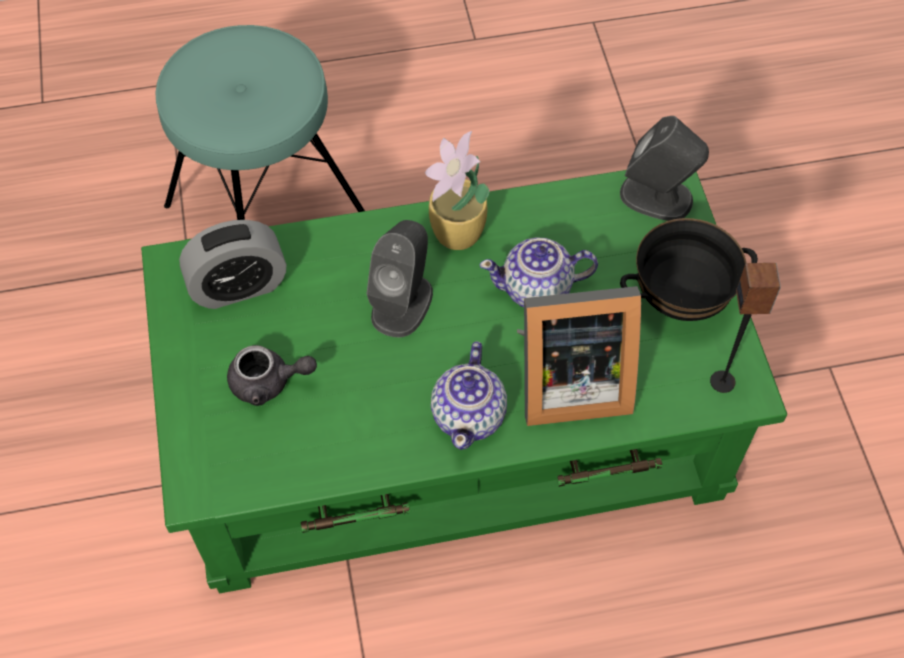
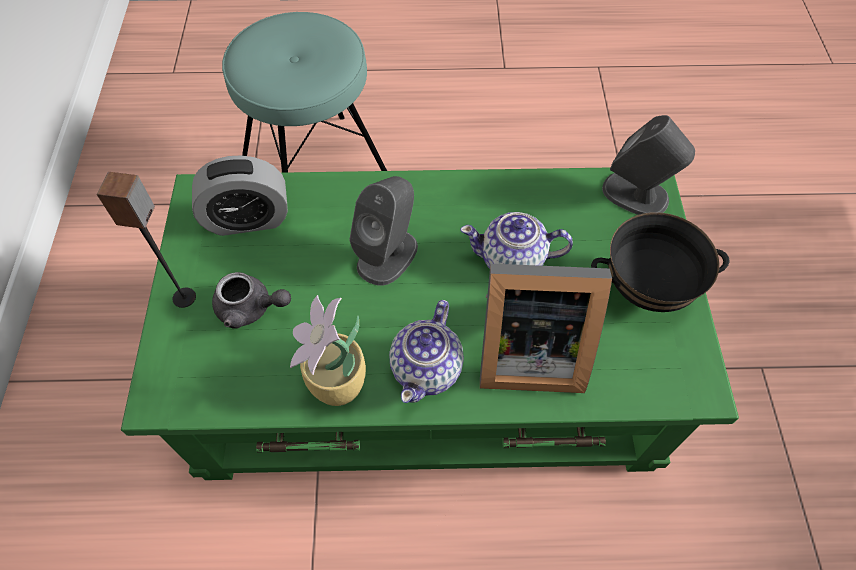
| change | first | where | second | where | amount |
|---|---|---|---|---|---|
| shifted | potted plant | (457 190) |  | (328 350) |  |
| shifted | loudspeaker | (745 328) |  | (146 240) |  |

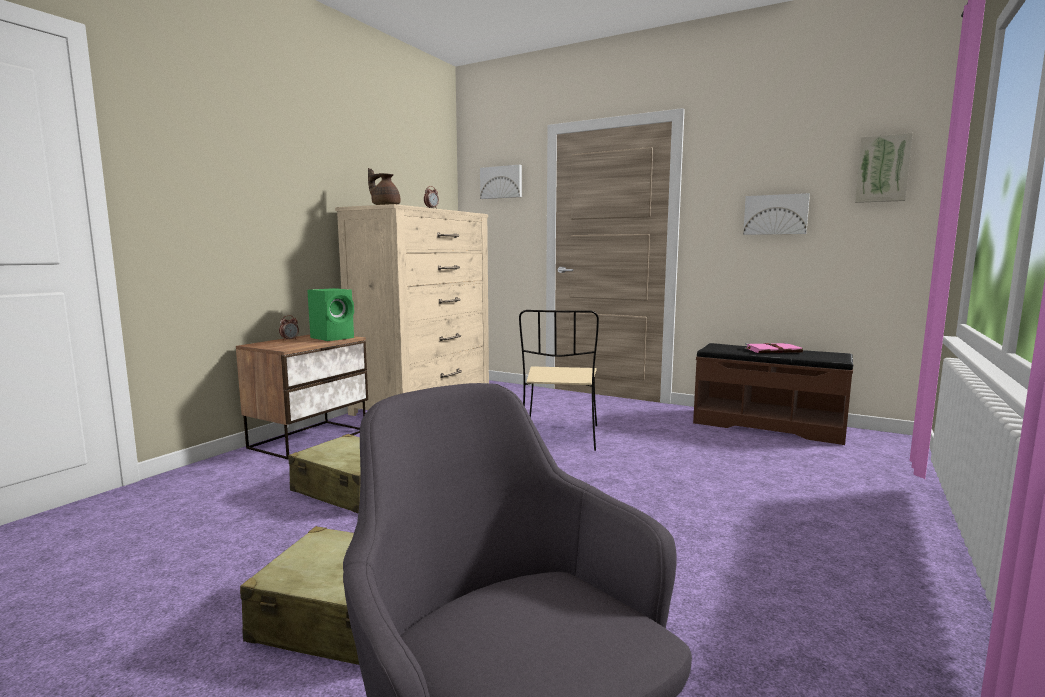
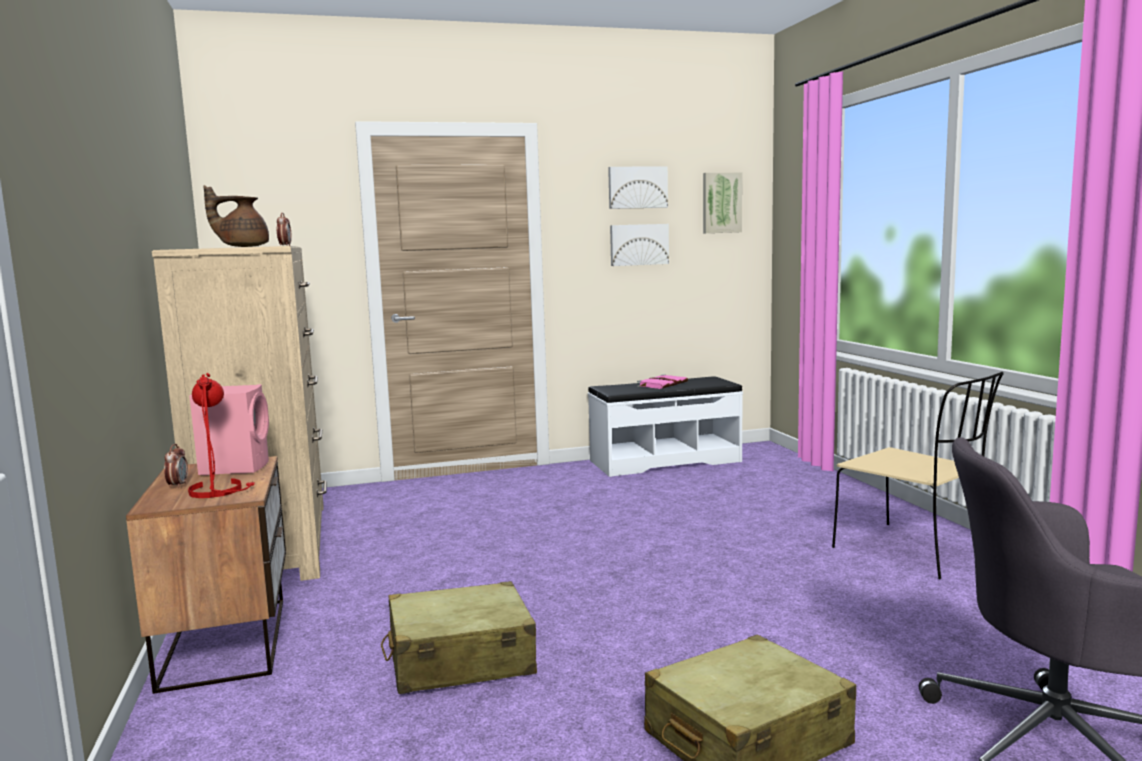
| change | first | where | second | where | amount |
|---|---|---|---|---|---|
| repainted | green-coloured loudspeaker | (330 314) | pink loudspeaker | (229 429) |  |
| shifted | picture | (501 182) |  | (638 187) |  |
| shifted | sand-coloured chair | (559 380) |  | (918 475) |  |
| repainted | brown bench | (773 394) | whitish bench | (665 426) |  |
| new |  |  | reddish table lamp | (221 435) |  |

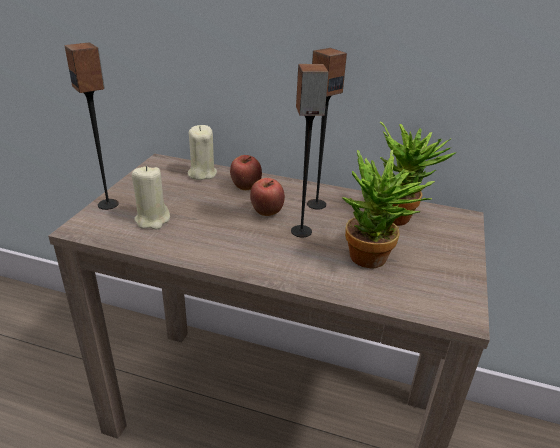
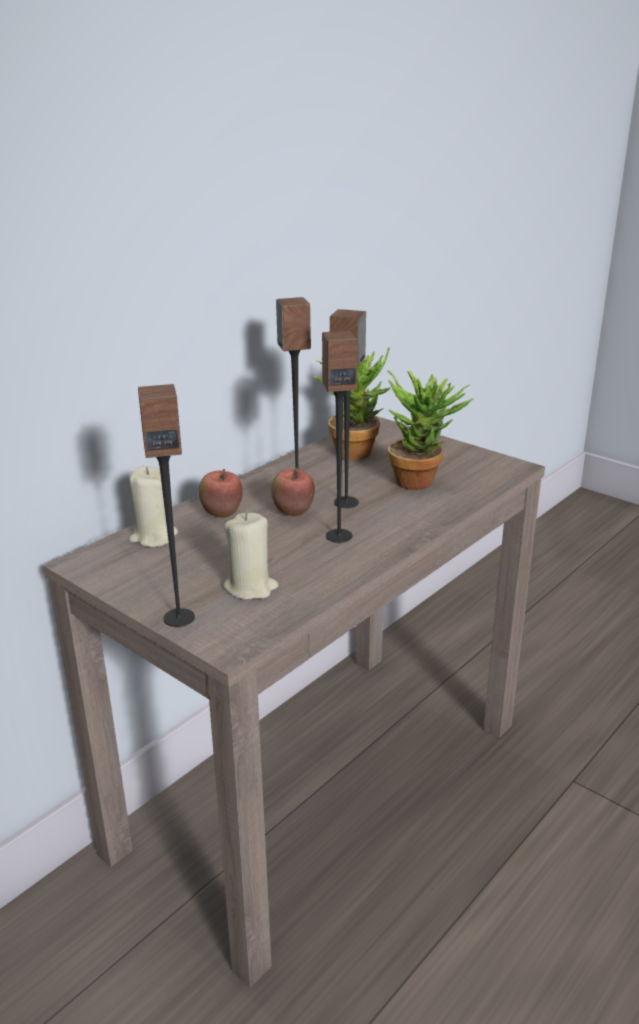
| change | first | where | second | where | amount |
|---|---|---|---|---|---|
| new |  |  | loudspeaker | (340 437) |  |

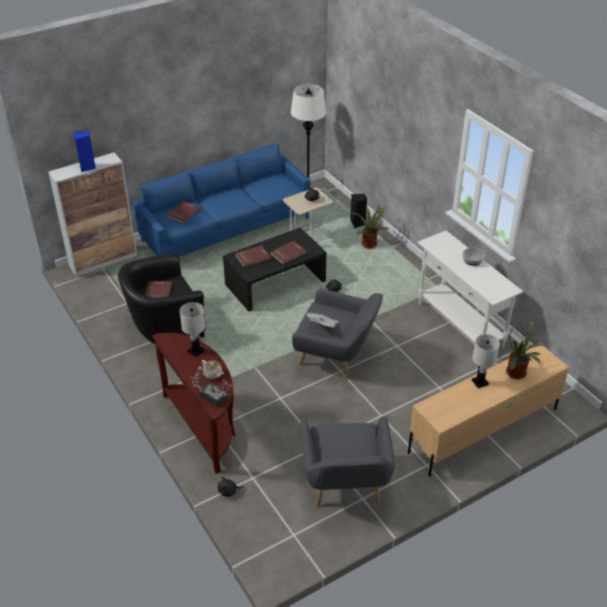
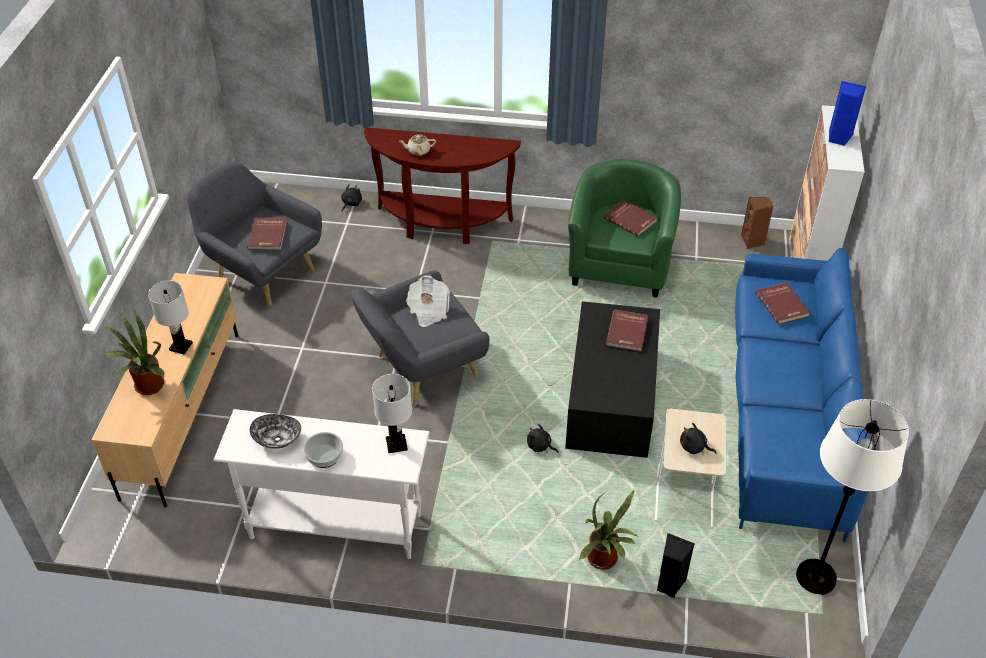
| change | first | where | second | where | amount |
|---|---|---|---|---|---|
| repainted | blackish lounge chair | (162 299) | green-coloured lounge chair | (624 228) |  |
| shifted | whitish table lamp | (193 329) |  | (392 413) |  |
| gone | potted plant | (211 384) |  |  |  |
| shifted | reddish book | (289 253) |  | (267 234) |  |
| new |  |  | bowl | (275 431) |  |
| new |  |  | brown loudspeaker | (757 223) |  |

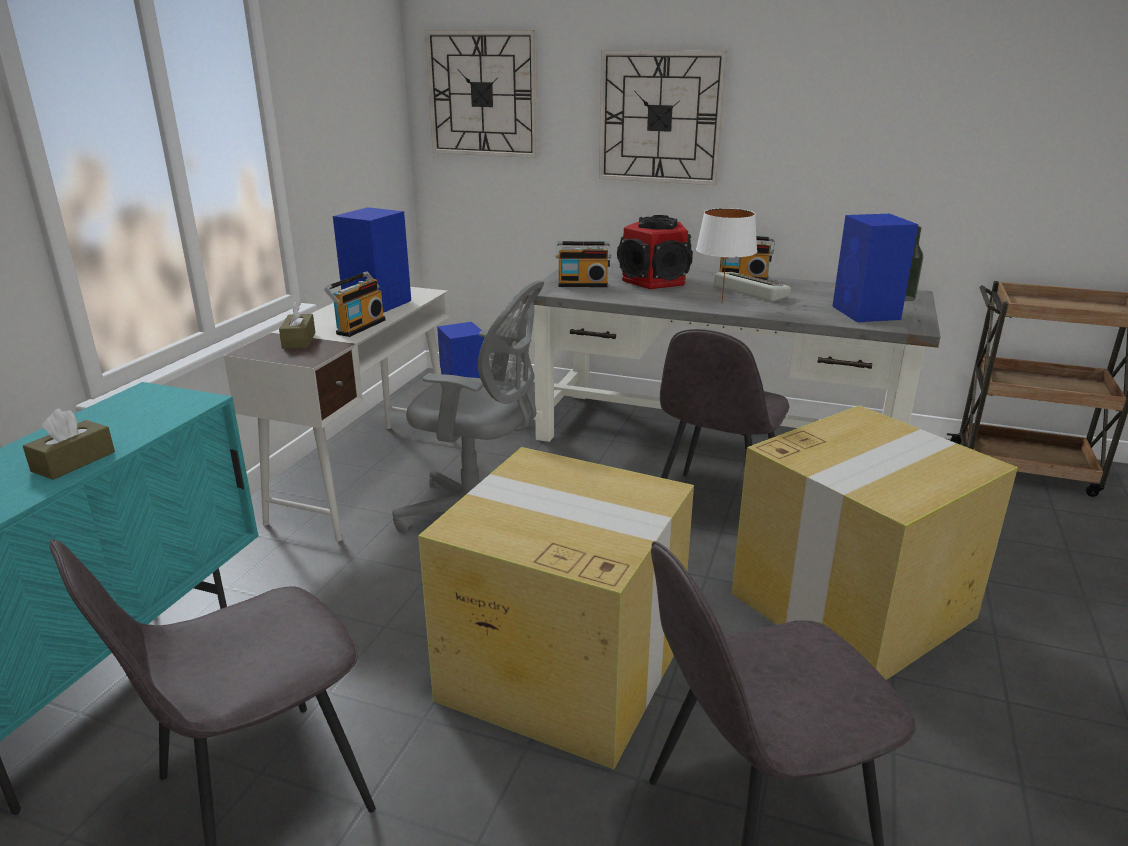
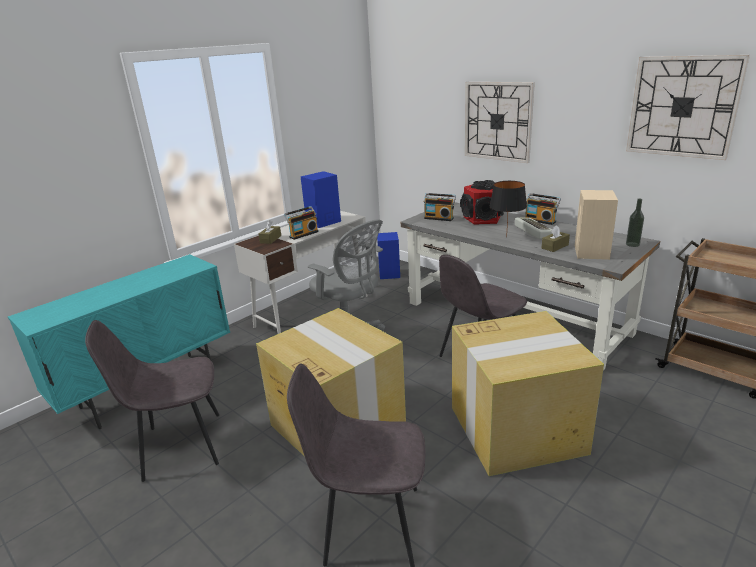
| change | first | where | second | where | amount |
|---|---|---|---|---|---|
| shifted | brown box of tissues | (69 444) |  | (556 238) |  |
| shifted | wall clock | (481 94) |  | (688 107) |  |
| repainted | whitish table lamp | (726 255) | blackish table lamp | (508 209) |  |
| repainted | bluish loudspeaker | (875 268) | sand-coloured loudspeaker | (596 225) |  |

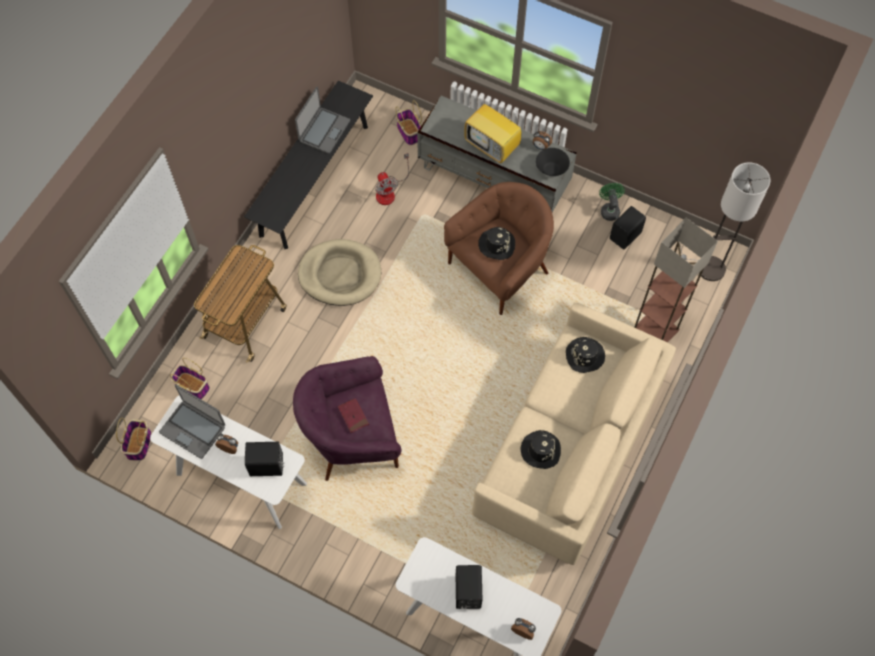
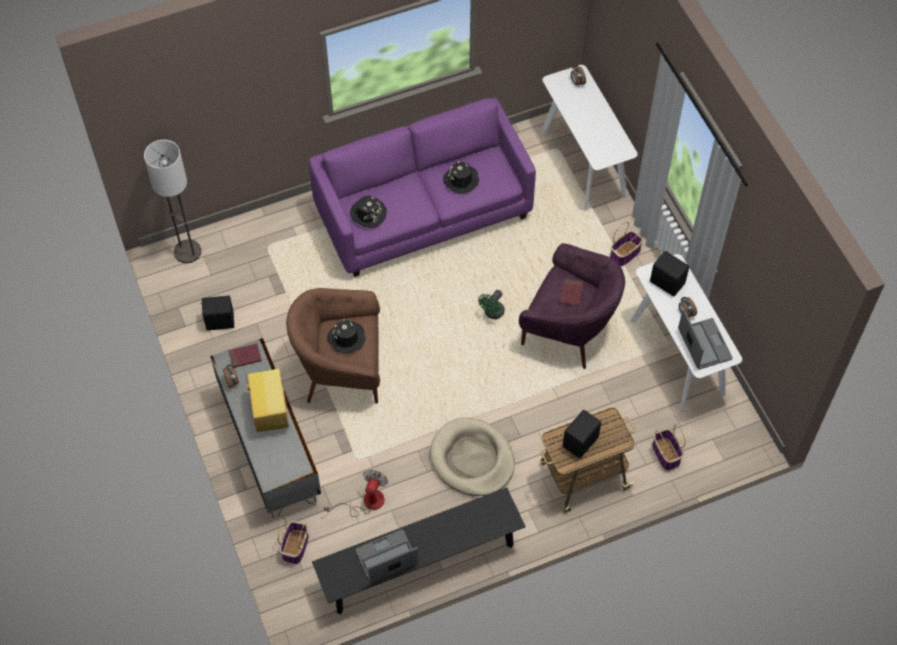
| change | first | where | second | where | amount |
|---|---|---|---|---|---|
| shifted | storage basket | (133 439) |  | (626 244) |  |
| shifted | blackish loudspeaker | (469 587) |  | (582 434) |  |
| repainted | sand-coloured sofa | (574 434) | purple sofa | (422 187) |  |
| swapped | blackish bowl | (553 162) | reddish book | (245 355) |  |
| shifted | green-coloured cooling fan | (612 202) |  | (491 304) |  |
| gone | standard lamp | (676 280) |  |  |  |

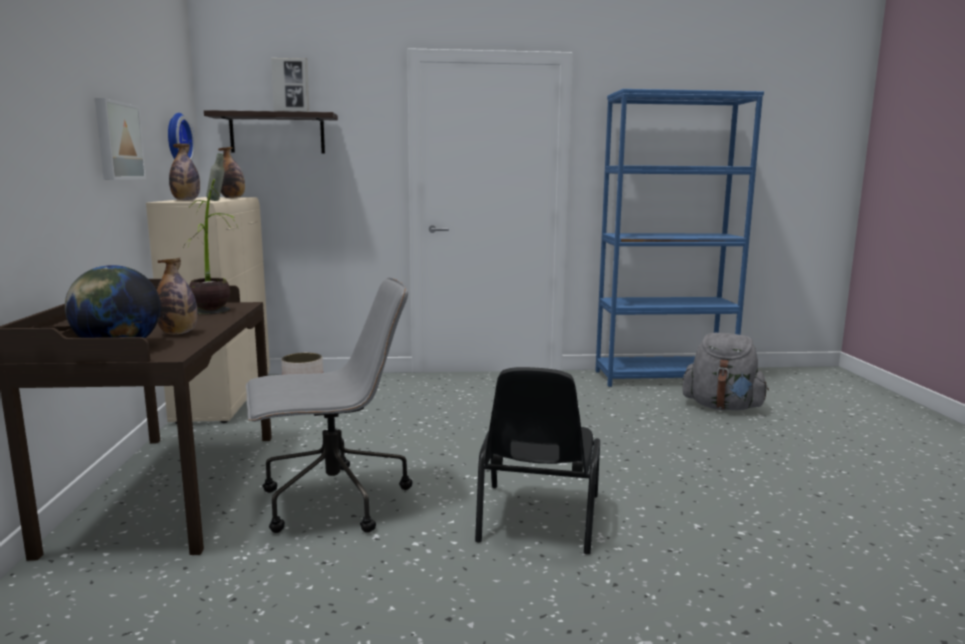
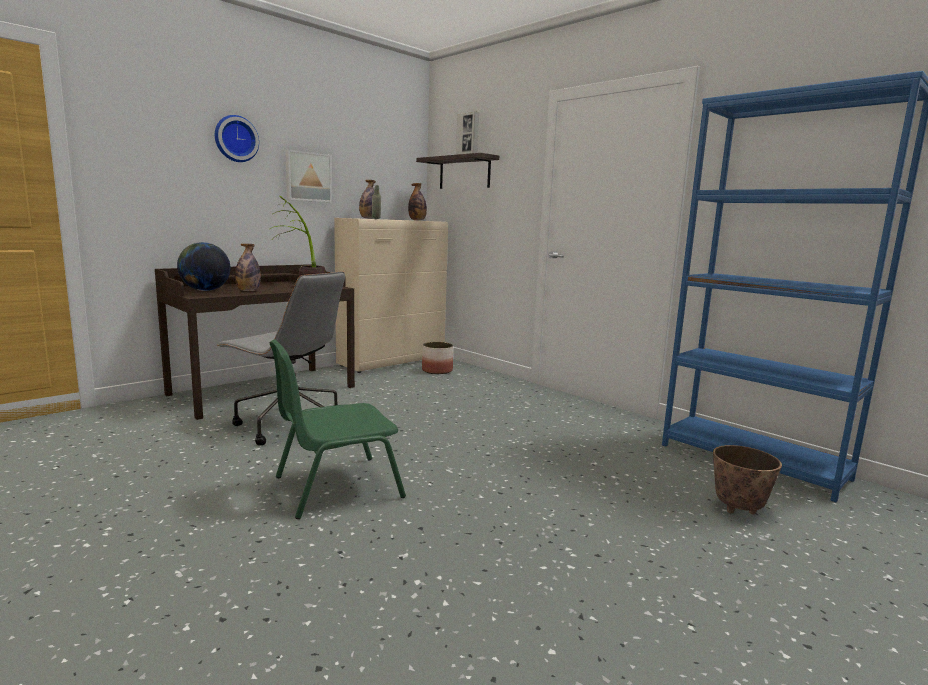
| change | first | where | second | where | amount |
|---|---|---|---|---|---|
| shifted | wall clock | (181 137) |  | (237 138) |  |
| repainted | blackish chair | (537 460) | green-coloured chair | (337 429) |  |
| swapped | grey knapsack | (725 371) | planter | (747 479) |  |

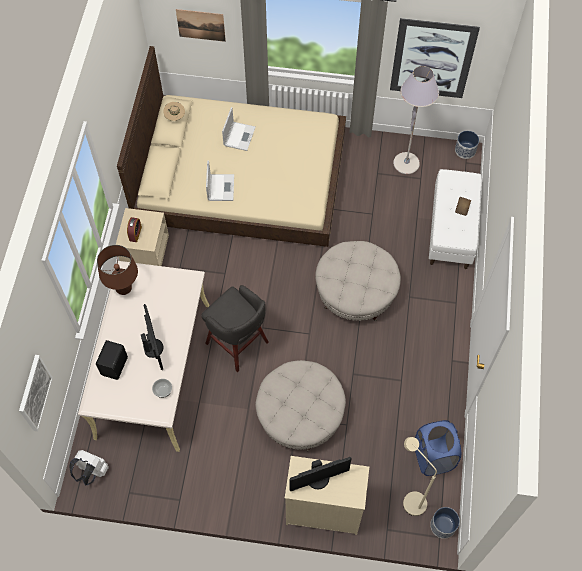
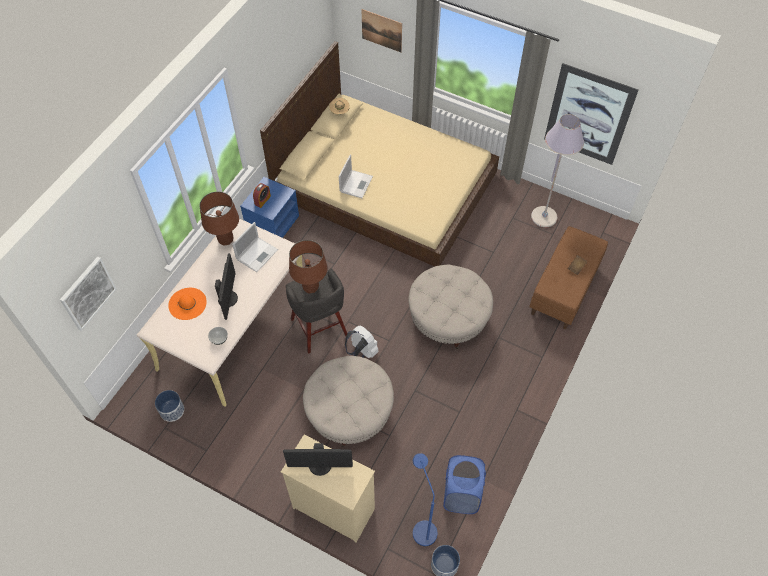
| change | first | where | second | where | amount |
|---|---|---|---|---|---|
| shifted | whitish knapsack | (89 467) |  | (362 341) |  |
| swapped | blackish loudspeaker | (112 360) | orange wearable hat | (187 304) |  |
| repainted | sand-coloured bedside table | (142 237) | bluish bedside table | (269 207) |  |
| shifted | portable computer | (238 129) |  | (255 247) |  |
| repainted | sand-coloured standard lamp | (420 476) | bluish standard lamp | (425 499) |  |
| repainted | whitish bench | (455 219) | brown bench | (568 277) |  |
| shifted | planter | (467 145) |  | (169 406) |  |
| new |  |  | brown table lamp | (308 266) |  |

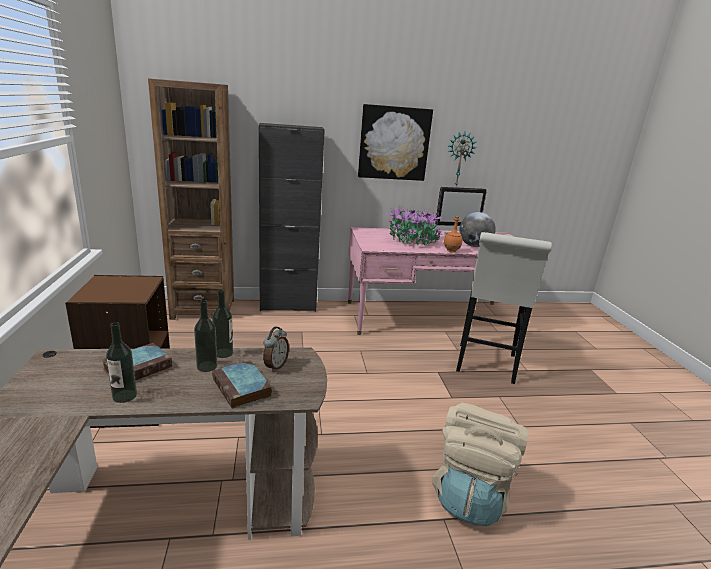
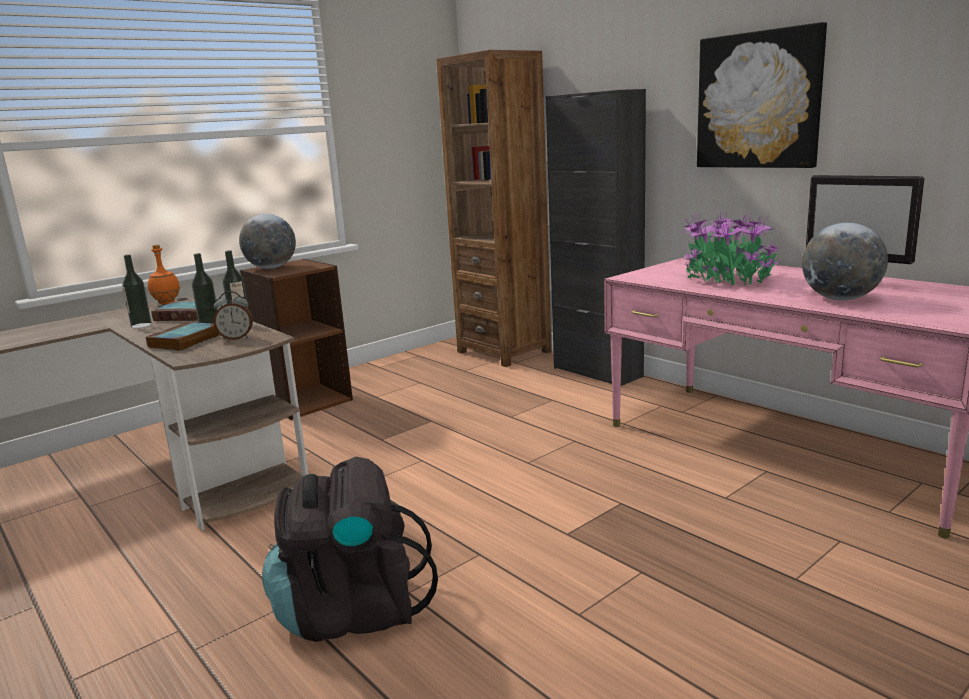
| change | first | where | second | where | amount |
|---|---|---|---|---|---|
| repainted | sand-coloured knapsack | (480 464) | blackish knapsack | (350 549) |  |
| shifted | orange drink bottle | (453 234) |  | (164 274) |  |
| gone | wall clock | (462 159) |  |  |  |
| gone | whitish sitting stool | (504 308) |  |  |  |
| new |  |  | world globe | (267 241) |  |

